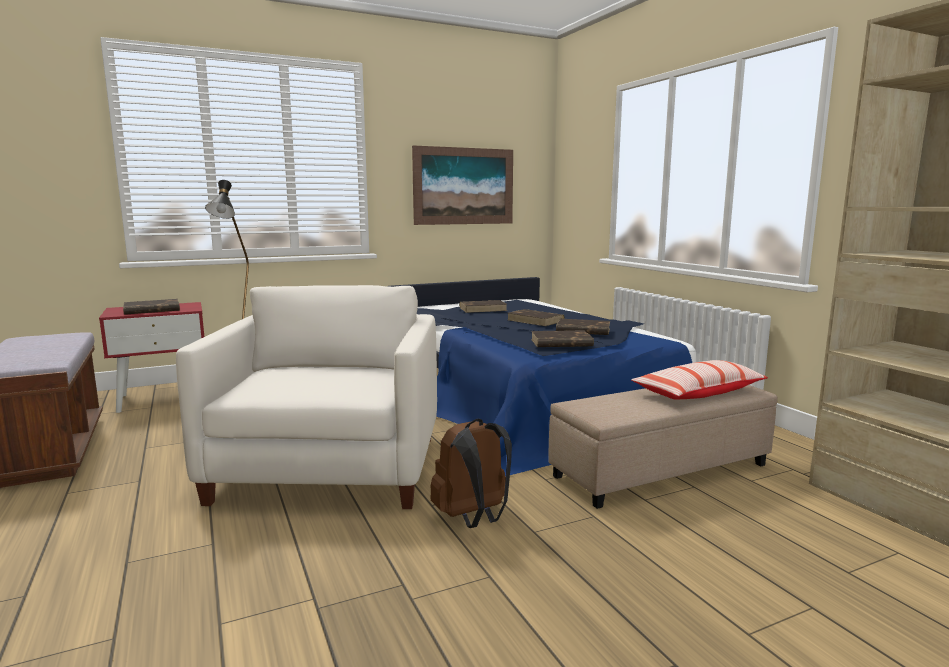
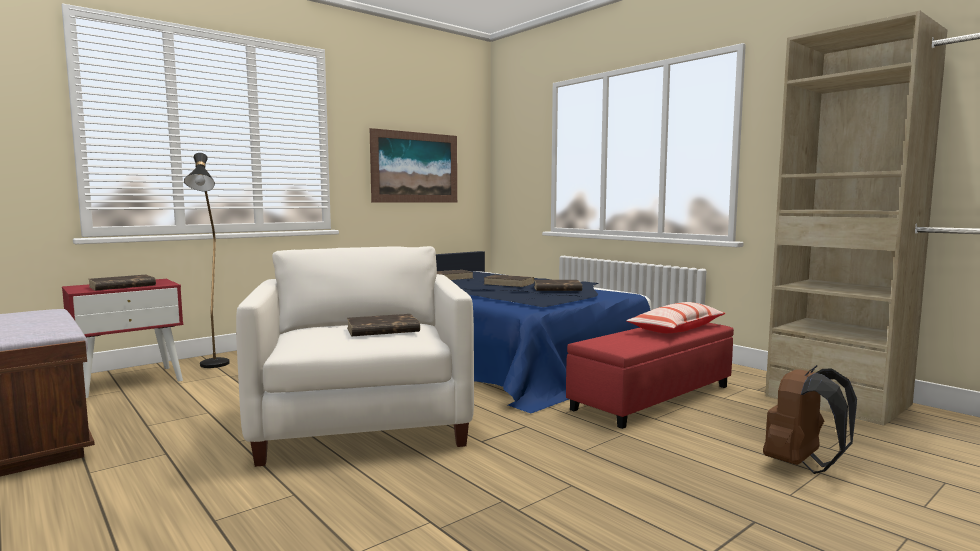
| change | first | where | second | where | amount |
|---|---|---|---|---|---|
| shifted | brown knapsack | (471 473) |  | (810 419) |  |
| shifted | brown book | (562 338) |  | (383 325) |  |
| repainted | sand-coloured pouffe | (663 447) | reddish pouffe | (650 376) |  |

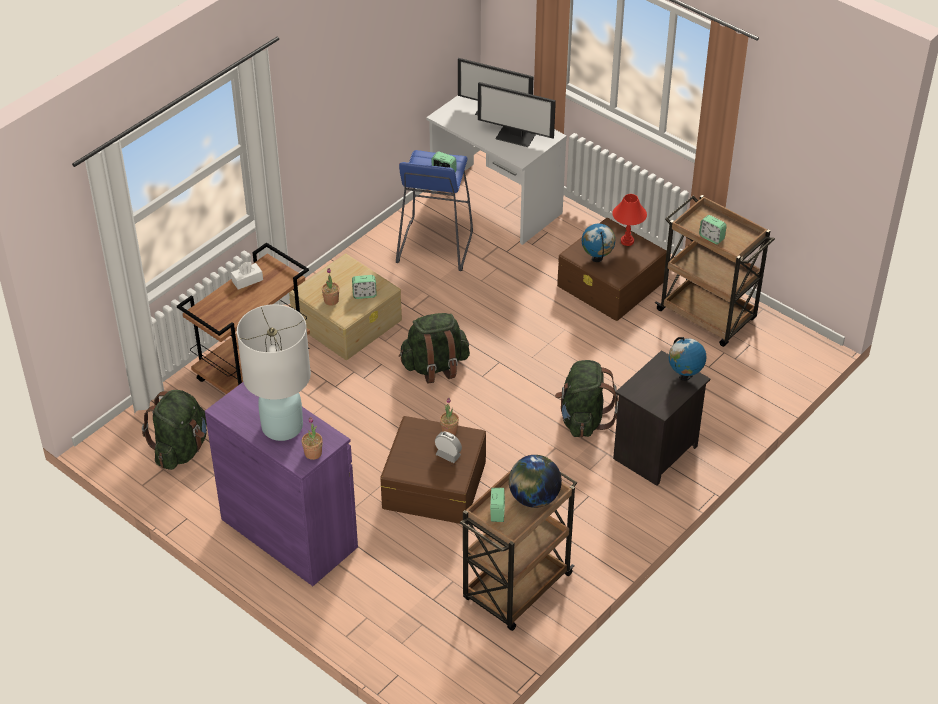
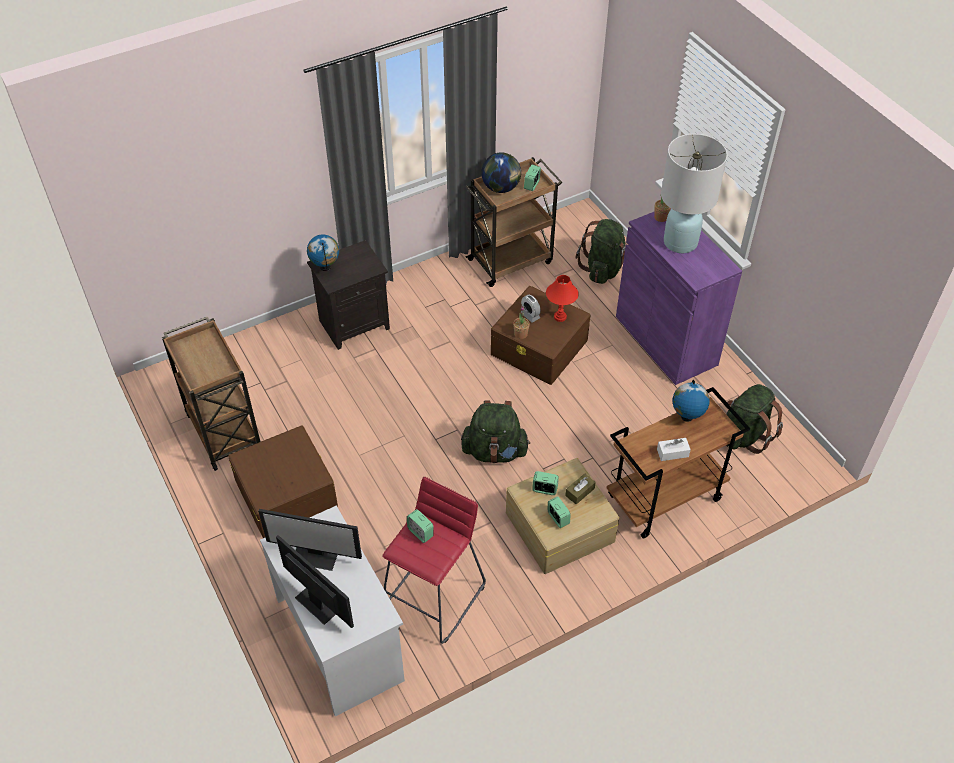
| change | first | where | second | where | amount |
|---|---|---|---|---|---|
| swapped | potted plant | (330 287) | brown box of tissues | (580 488) |  |
| repainted | bluish sitting stool | (434 210) | reddish sitting stool | (434 560) |  |
| rotated | monitor | (517 114) |  | (310 540) | 150 degrees clockwise |
| shifted | green-coloured knapsack | (586 398) |  | (600 251) |  |
| shifted | world globe | (598 243) |  | (691 401) |  |
| shifted | reddish table lamp | (629 220) |  | (562 298) |  |
| shifted | alarm clock | (713 229) |  | (559 512) |  |

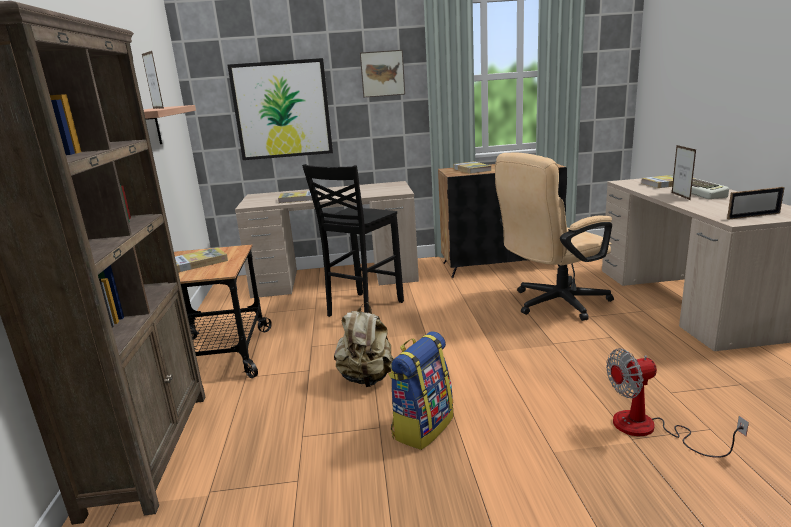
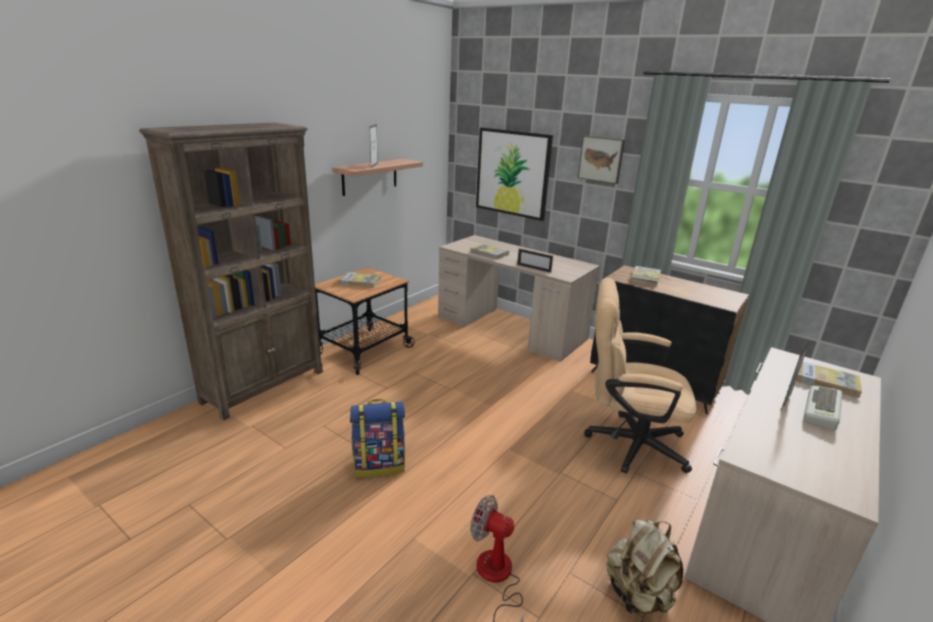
| change | first | where | second | where | amount |
|---|---|---|---|---|---|
| gone | blackish sitting stool | (353 240) |  |  |  |
| shifted | sand-coloured knapsack | (364 344) |  | (644 566) |  |
| shifted | standing frame | (756 203) |  | (535 260) |  |

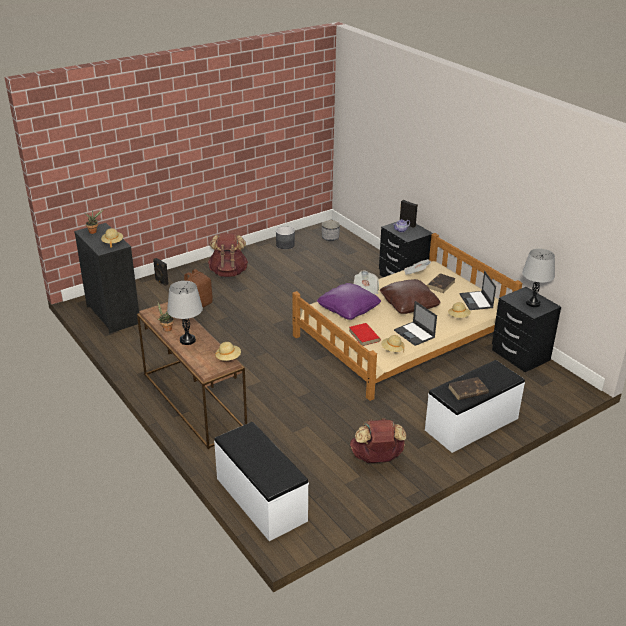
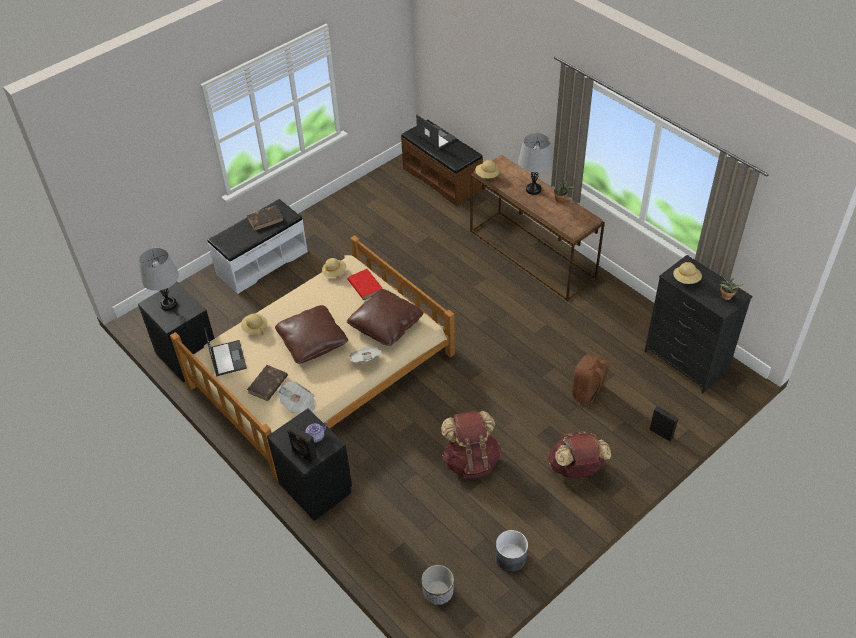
| change | first | where | second | where | amount |
|---|---|---|---|---|---|
| repainted | whitish bench | (261 481) | brown bench | (442 163) |  |
| repainted | purple cushion | (349 301) | brown cushion | (385 317) |  |
| shifted | brown knapsack | (378 440) |  | (471 445) |  |
| shifted | portable computer | (415 323) |  | (436 132) |  |

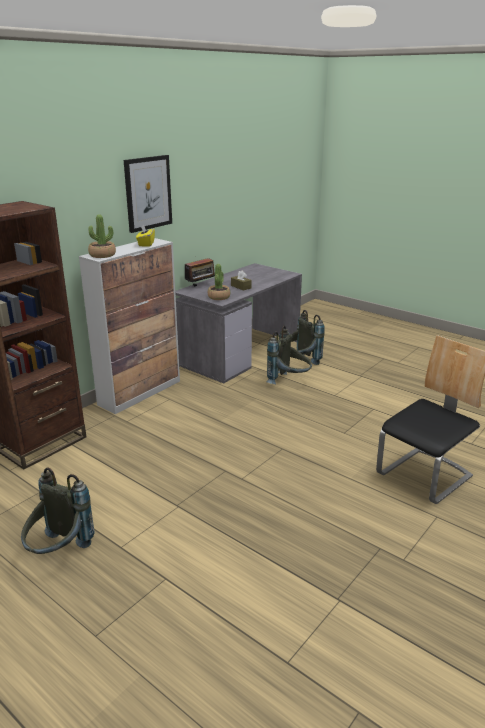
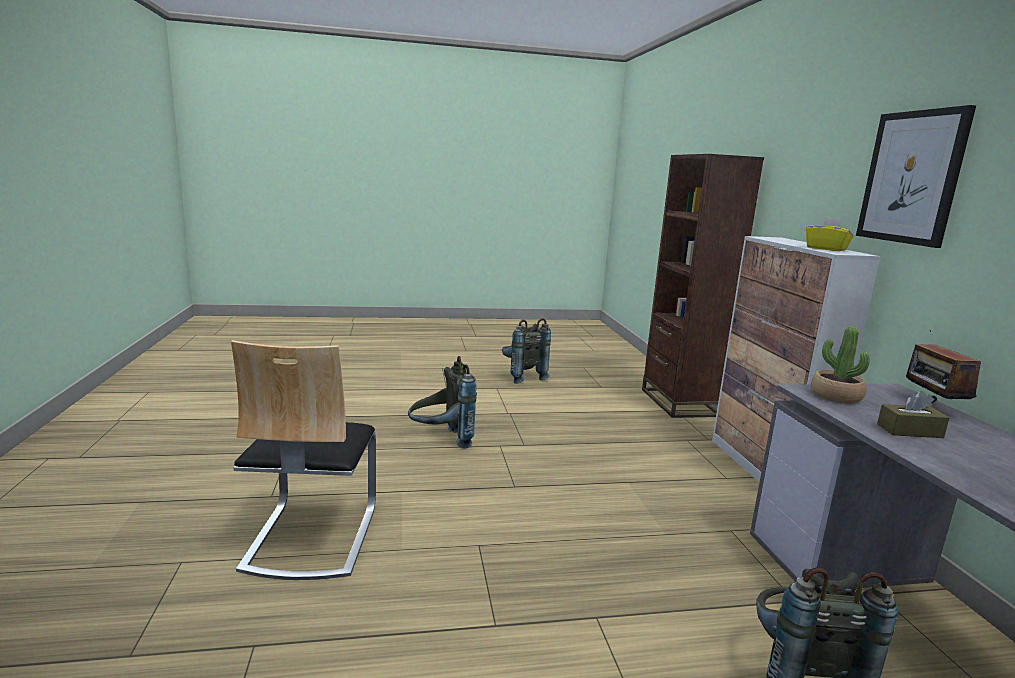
| change | first | where | second | where | amount |
|---|---|---|---|---|---|
| gone | potted plant | (102 236) |  |  |  |
| shifted | grey knapsack | (289 355) |  | (442 402) |  |

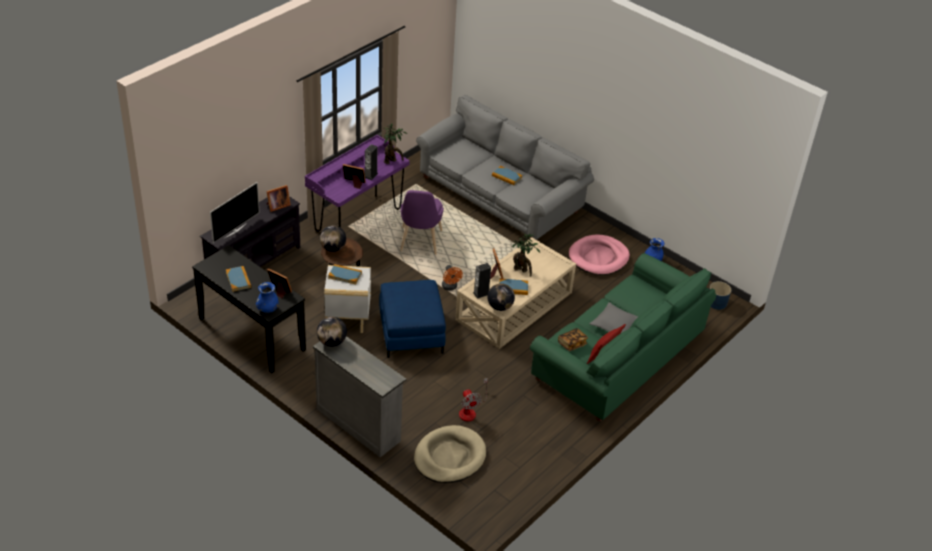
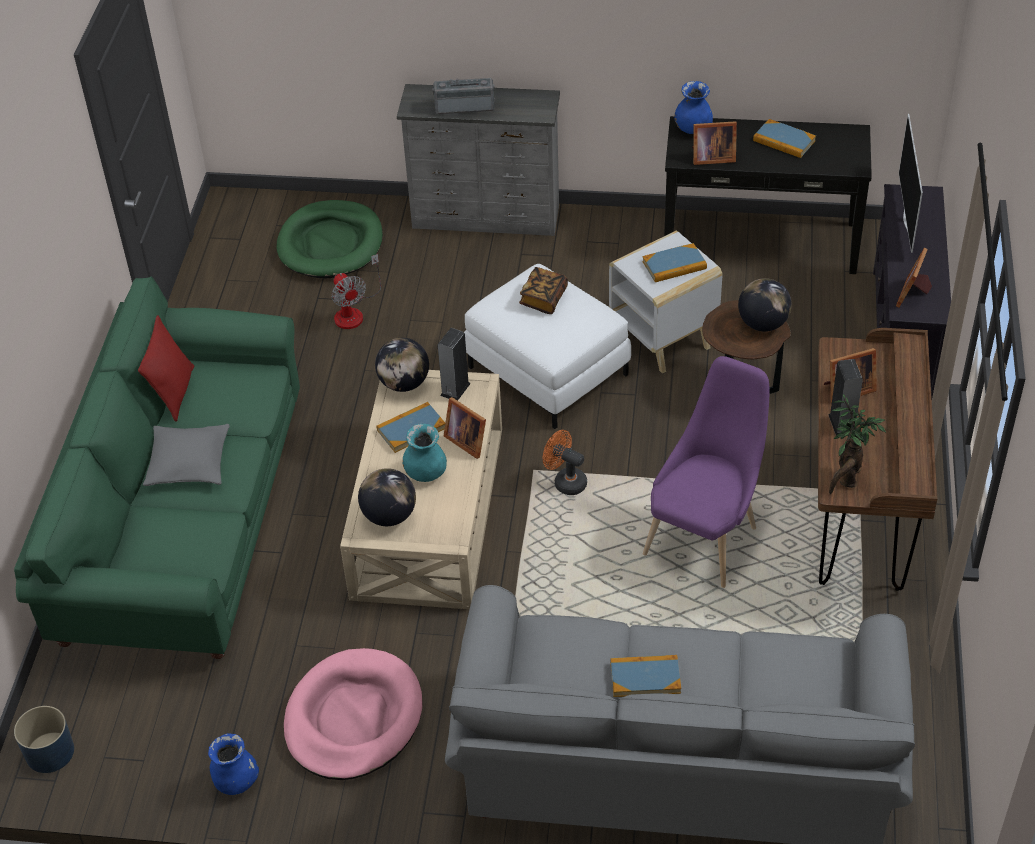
| change | first | where | second | where | amount |
|---|---|---|---|---|---|
| repainted | purple desk table | (357 183) | brown desk table | (877 459) |  |
| shifted | world globe | (332 332) |  | (387 497) |  |
| repainted | bluish pouffe | (412 319) | whitish pouffe | (547 346) |  |
| rotated | purple chair | (422 222) |  | (706 472) | 60 degrees clockwise |
| repainted | sand-coloured dog cushion | (450 454) | green-coloured dog cushion | (330 239) |  |
| rotated | cooling fan | (473 400) |  | (356 291) | 150 degrees counterclockwise |
| swapped | potted plant | (526 255) | turquoise-coloured flower vase | (425 453) |  |
| shifted | book | (573 339) |  | (543 290) |  |
| new |  |  | radio set | (463 96) |  |

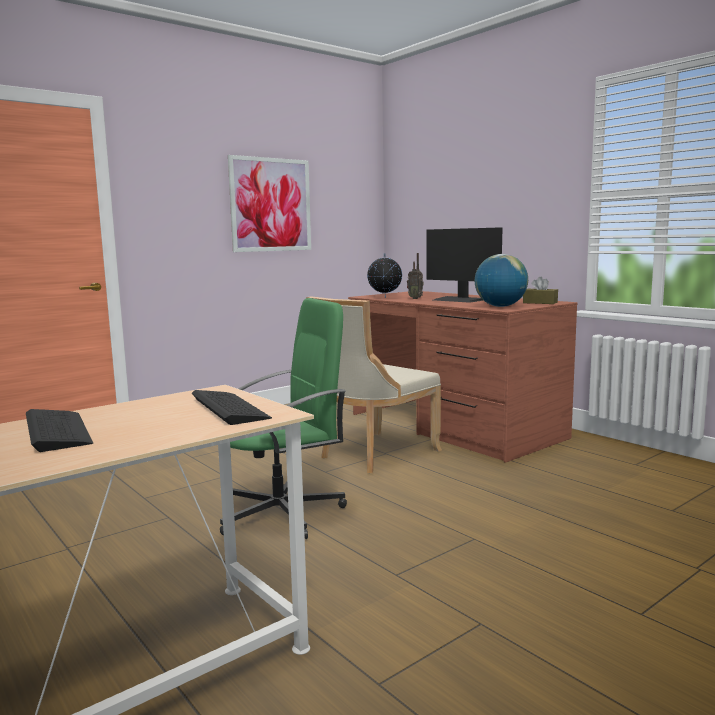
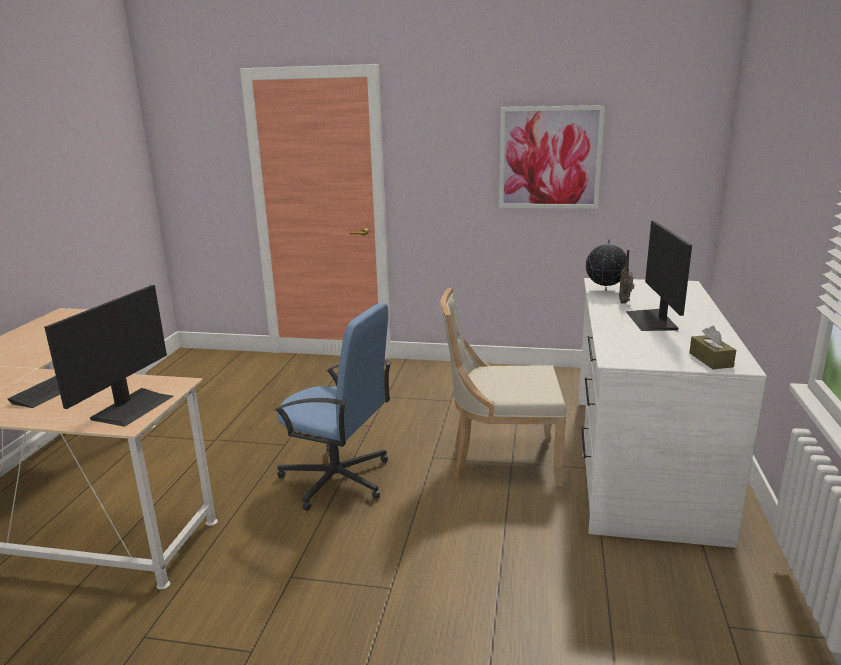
| change | first | where | second | where | amount |
|---|---|---|---|---|---|
| swapped | computer keyboard | (232 407) | monitor | (109 356) |  |
| repainted | green-coloured office chair | (283 418) | bluish office chair | (333 407) |  |
| repainted | brown desk table | (463 377) | whitish desk table | (672 413) |  |
| gone | world globe | (501 280) |  |  |  |

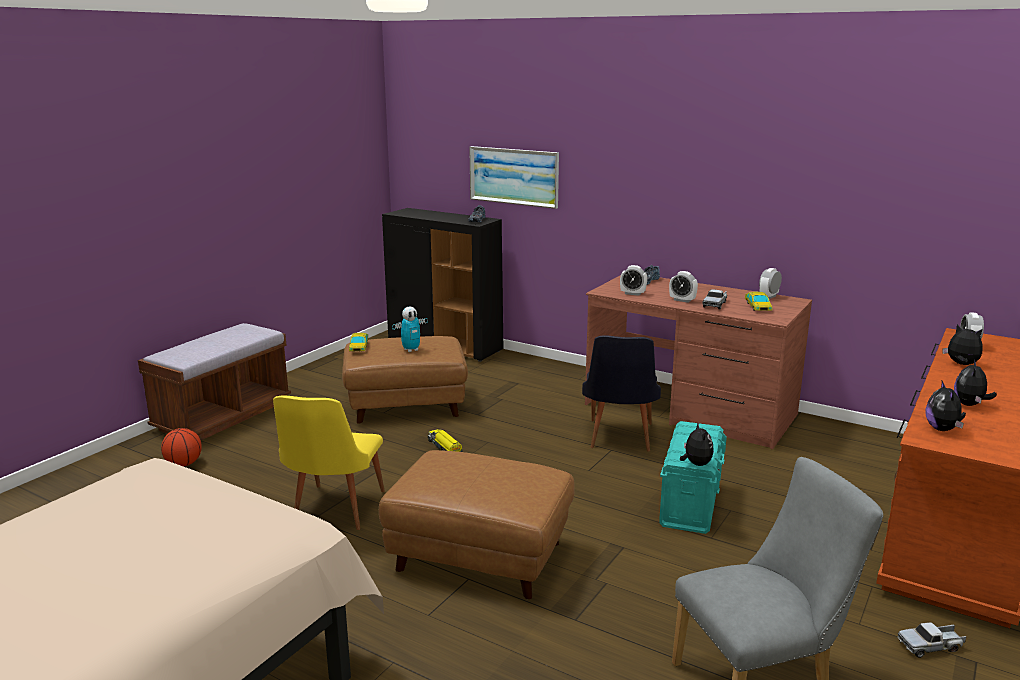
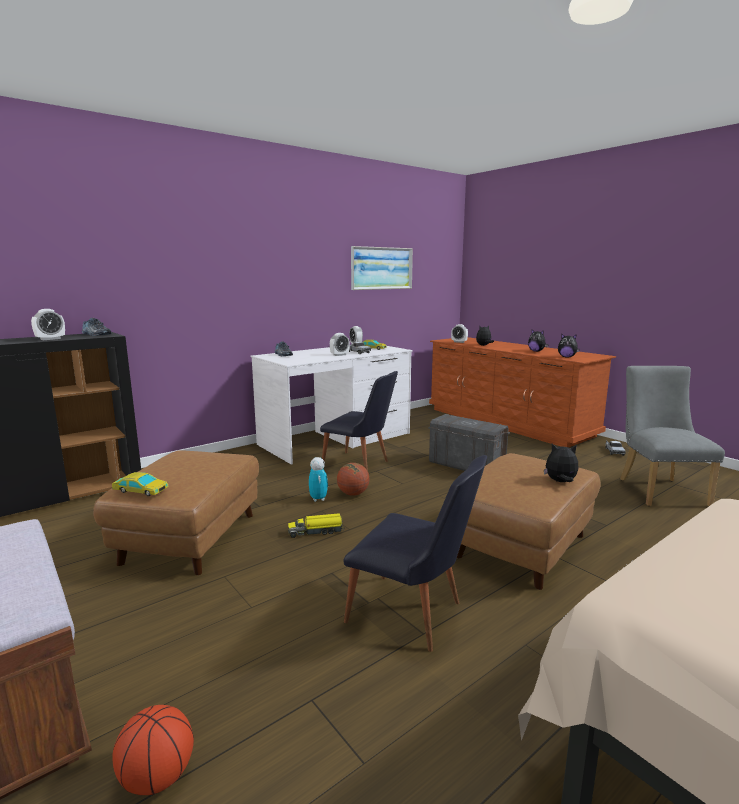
| change | first | where | second | where | amount |
|---|---|---|---|---|---|
| repainted | yellowish chair | (329 463) | blackish chair | (415 553) |  |
| shifted | model robot | (410 329) |  | (318 479) |  |
| shifted | picture | (514 177) |  | (382 268) |  |
| repainted | brown desk table | (698 362) | whitish desk table | (332 405) |  |
| shifted | alarm clock | (633 280) |  | (48 324) |  |
| repainted | turquoise-coloured storage container | (693 477) | grey storage container | (469 442) |  |
| shifted | soft toy | (697 444) |  | (561 462) |  |
| new |  |  | ball for basketball | (353 479) |  |

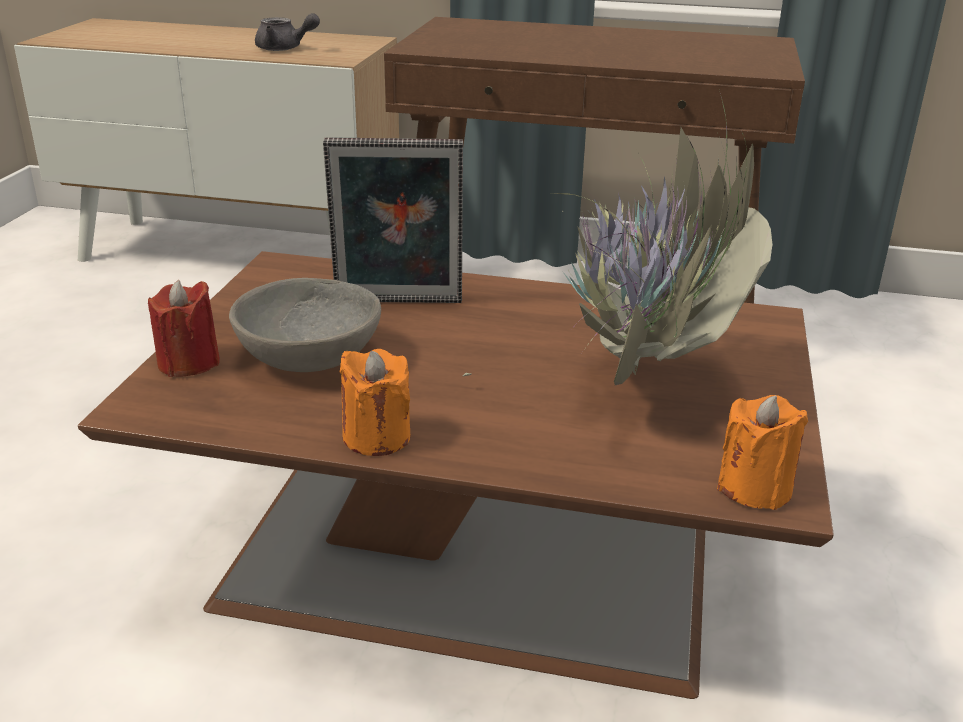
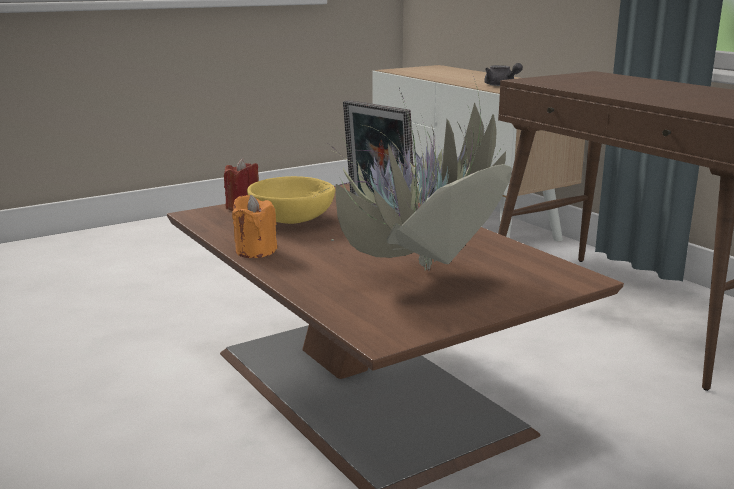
| change | first | where | second | where | amount |
|---|---|---|---|---|---|
| repainted | grey bowl | (305 325) | yellowish bowl | (291 200) |  |
| gone | orange wax light | (762 452) |  |  |  |

